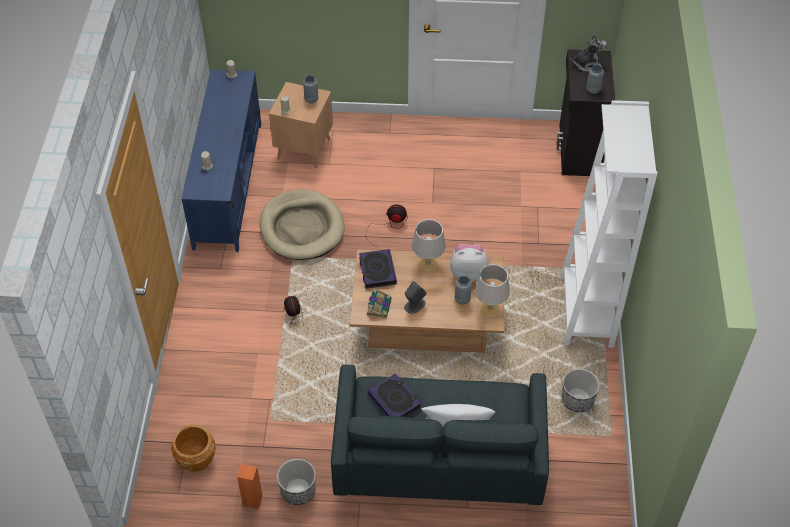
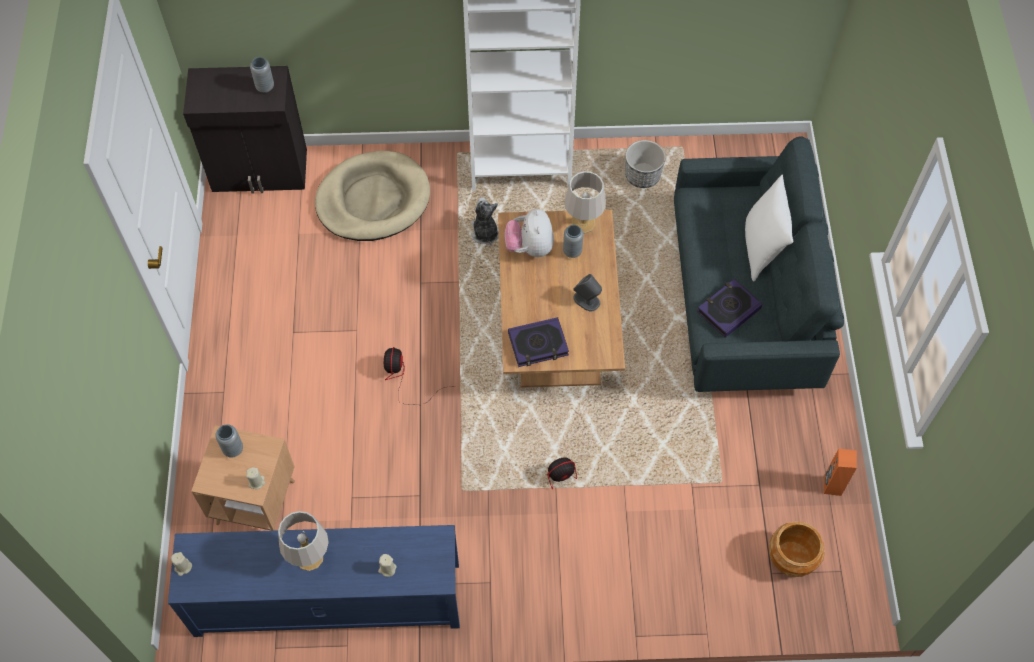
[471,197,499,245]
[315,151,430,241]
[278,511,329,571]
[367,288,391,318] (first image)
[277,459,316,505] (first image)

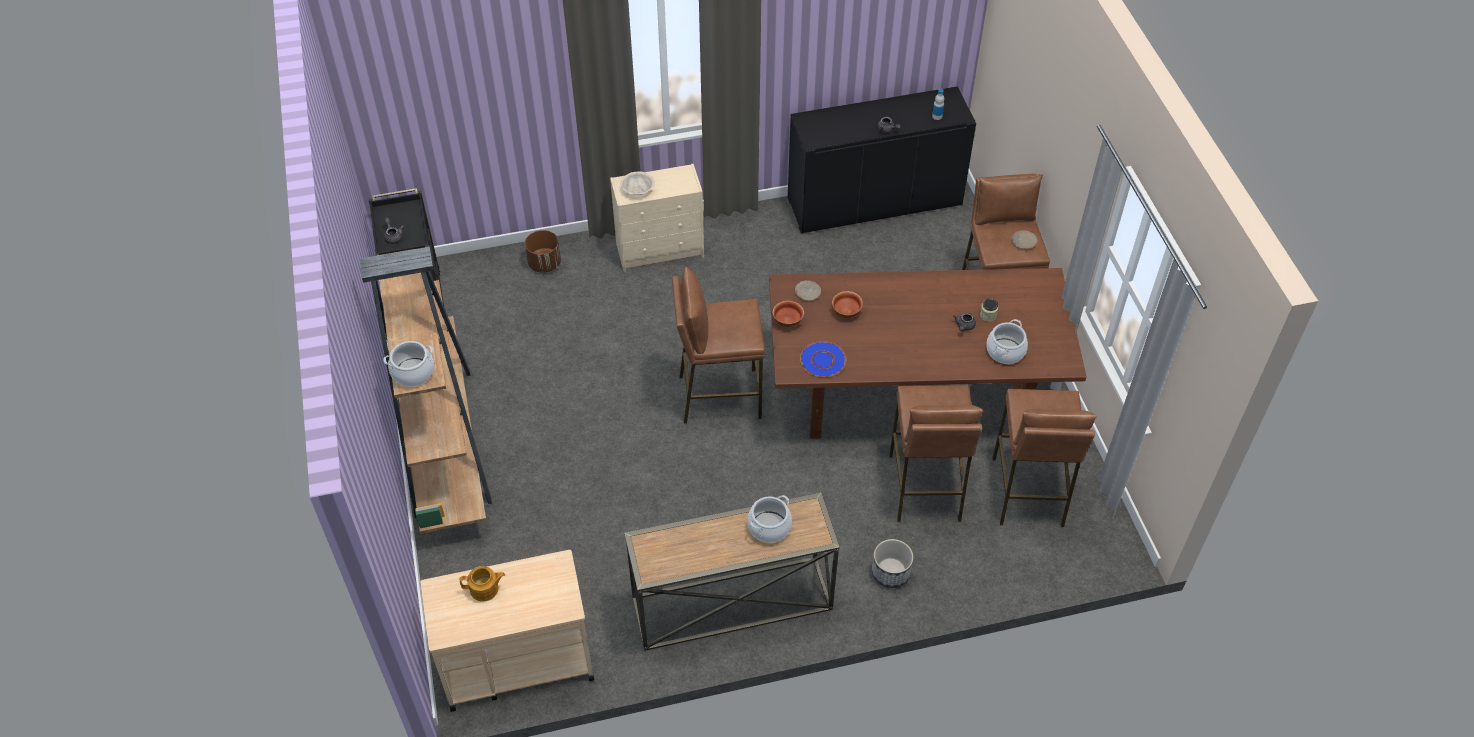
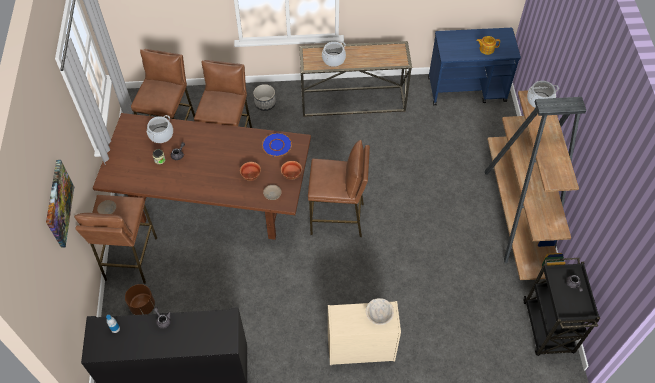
[125,284,155,315]
[428,28,521,105]
[46,160,74,248]

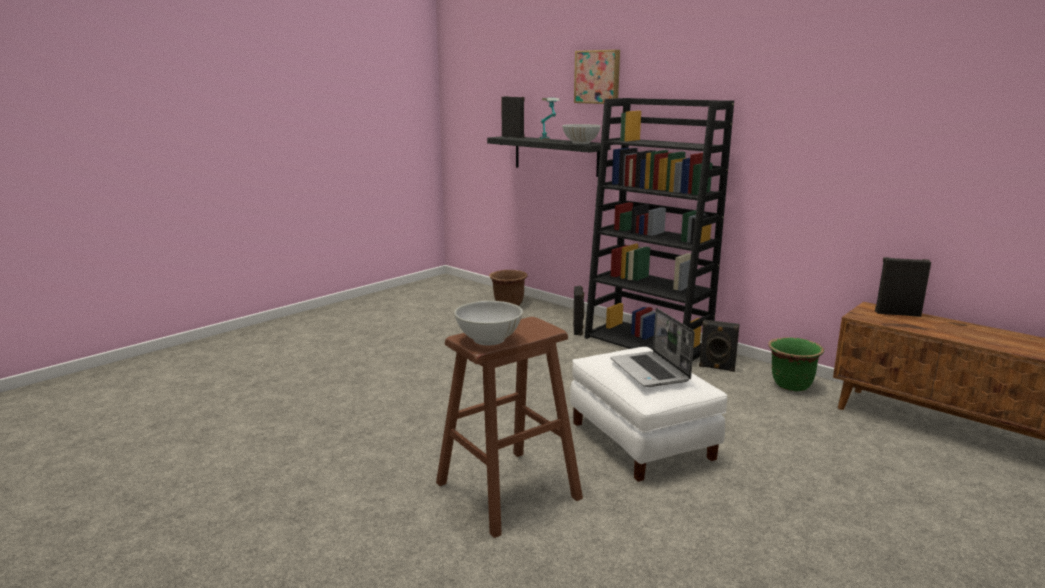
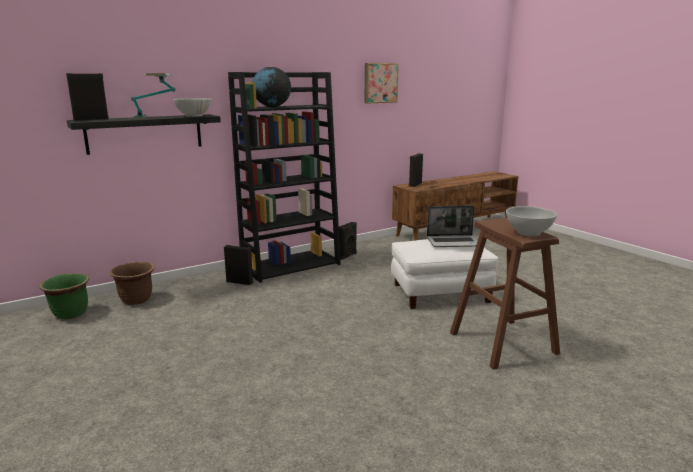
[364,63,399,104]
[39,273,89,319]
[252,67,291,107]

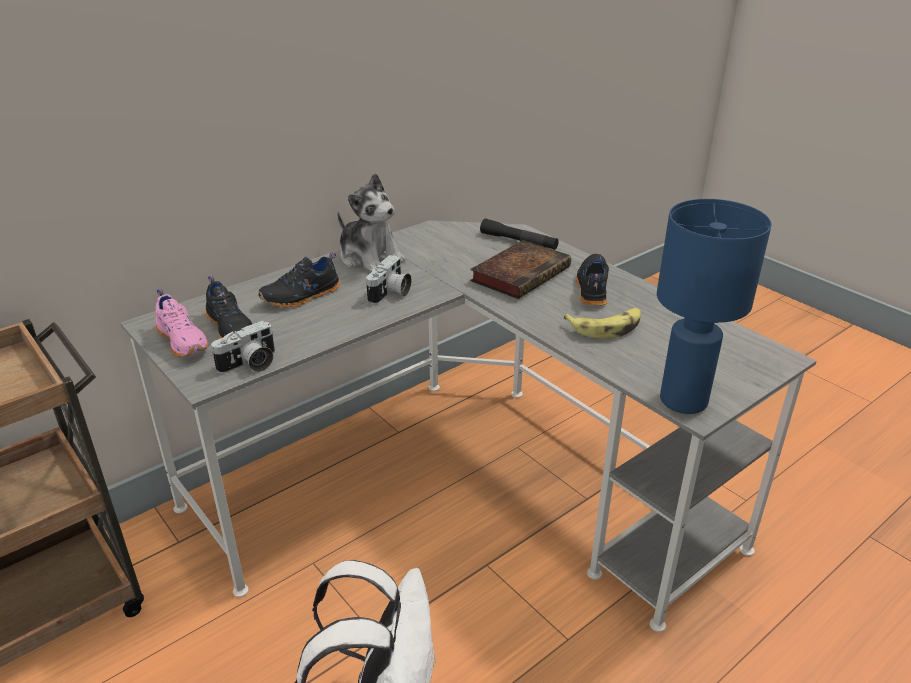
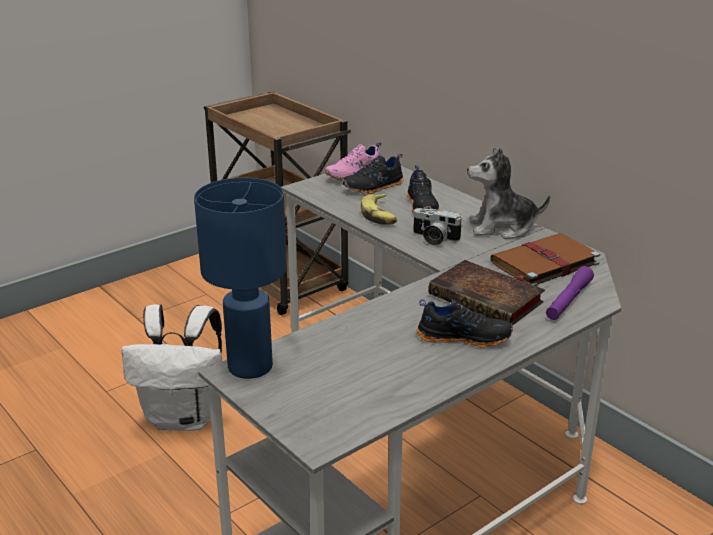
[467,148,550,239]
[546,266,594,320]
[407,165,439,213]
[361,194,397,225]
[211,320,275,374] (first image)
[490,234,600,286]

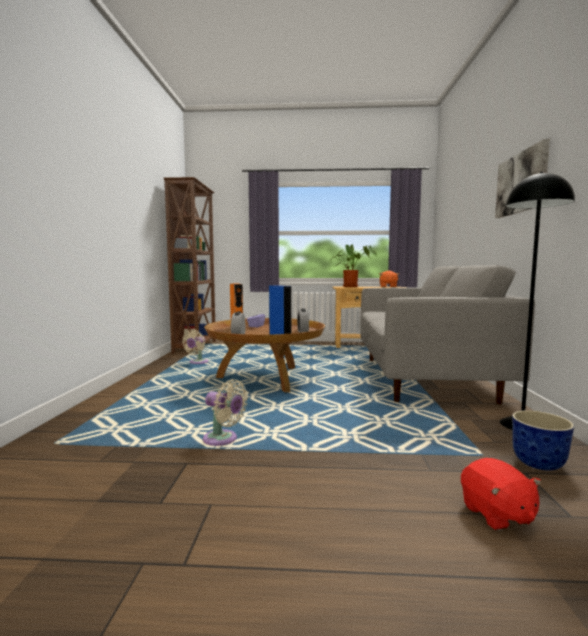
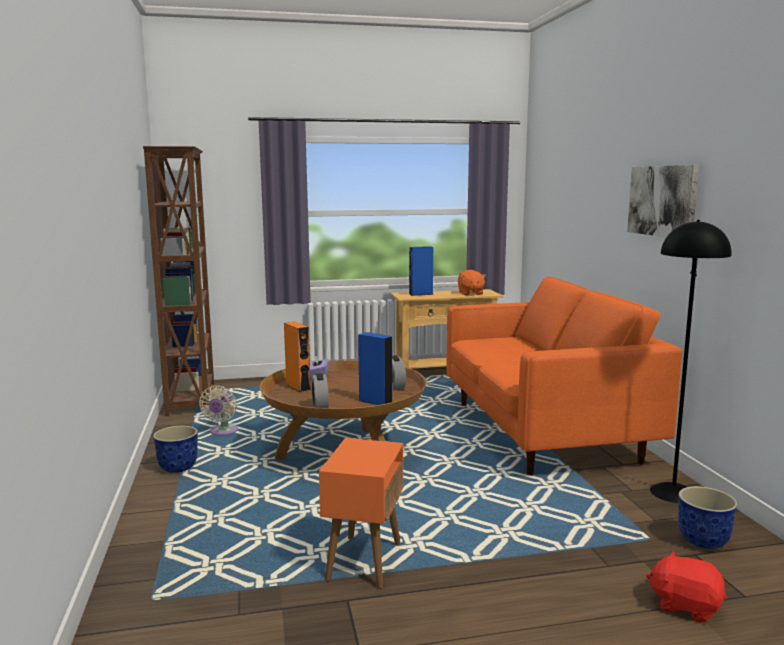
[409,246,433,296]
[446,277,682,475]
[319,438,404,588]
[646,550,727,623]
[153,426,198,473]

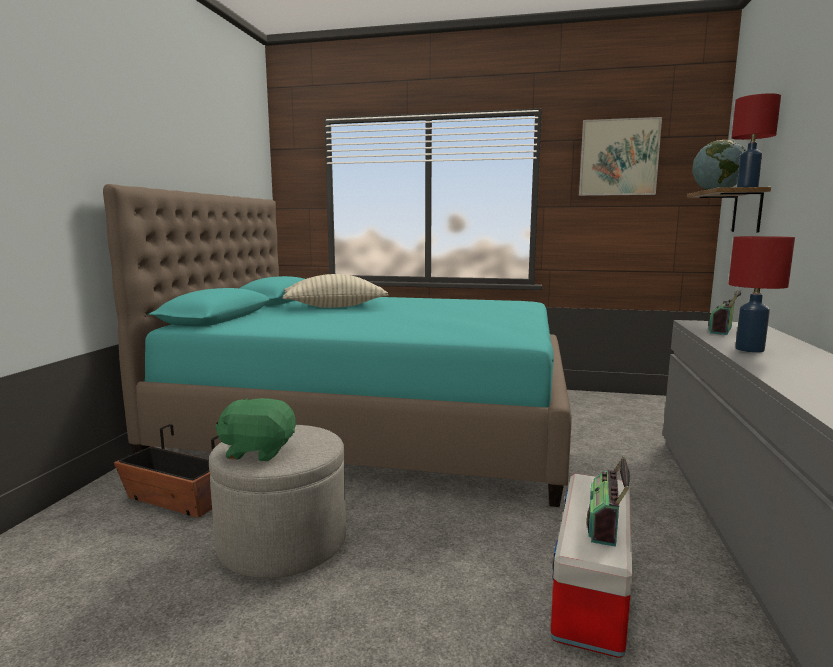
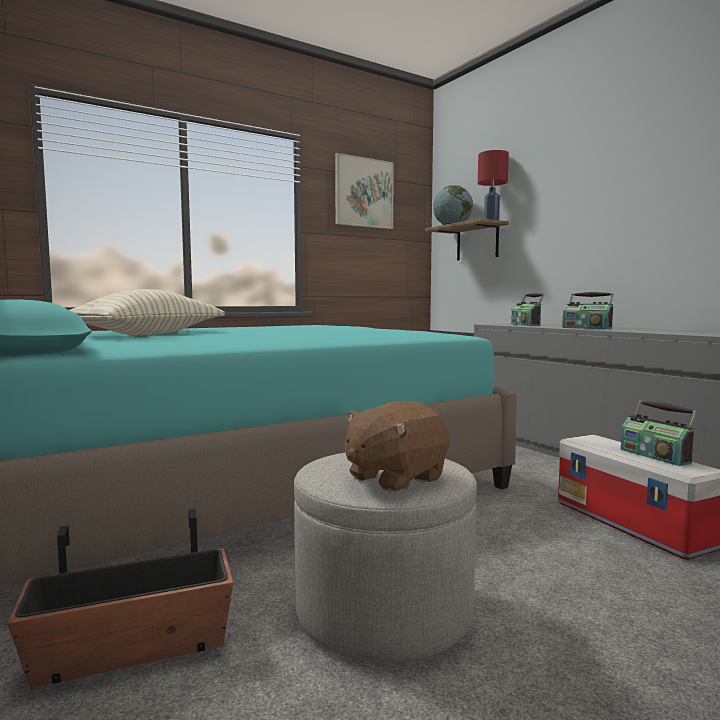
[562,292,614,329]
[345,401,450,492]

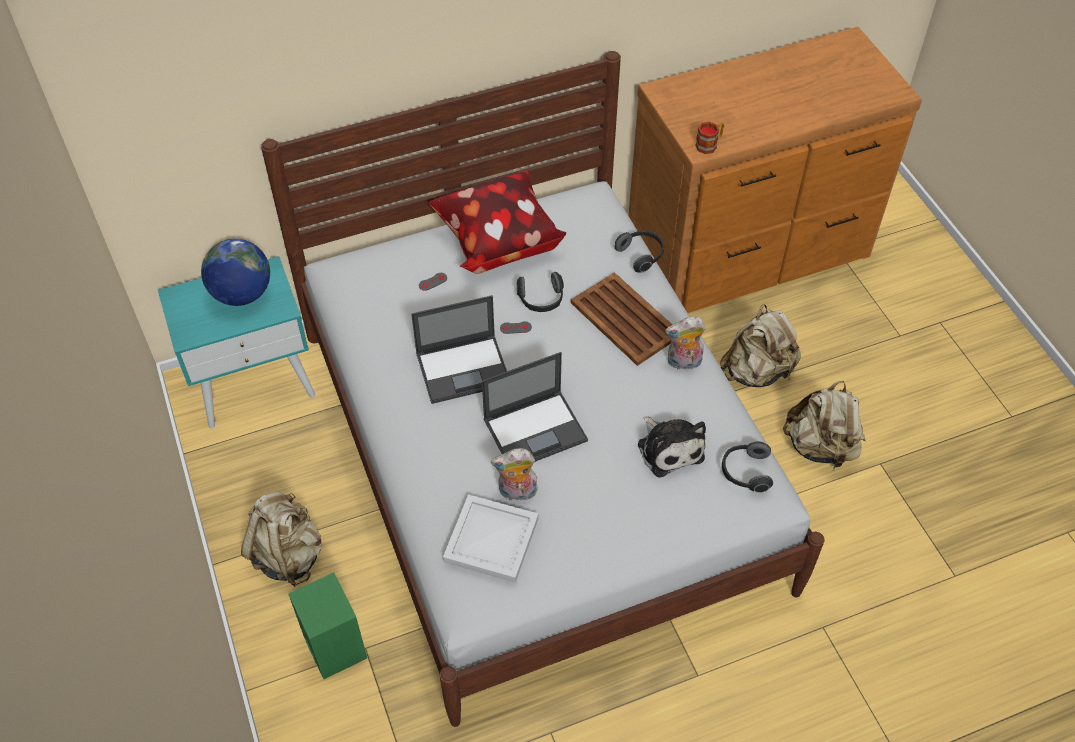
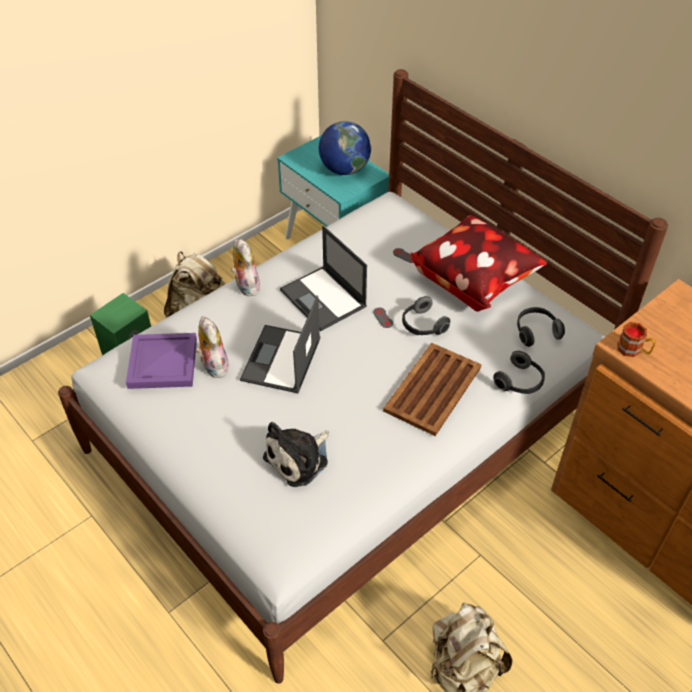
[720,304,801,387] (first image)
[231,239,260,296]
[240,295,320,393]
[517,307,565,347]
[126,333,197,389]

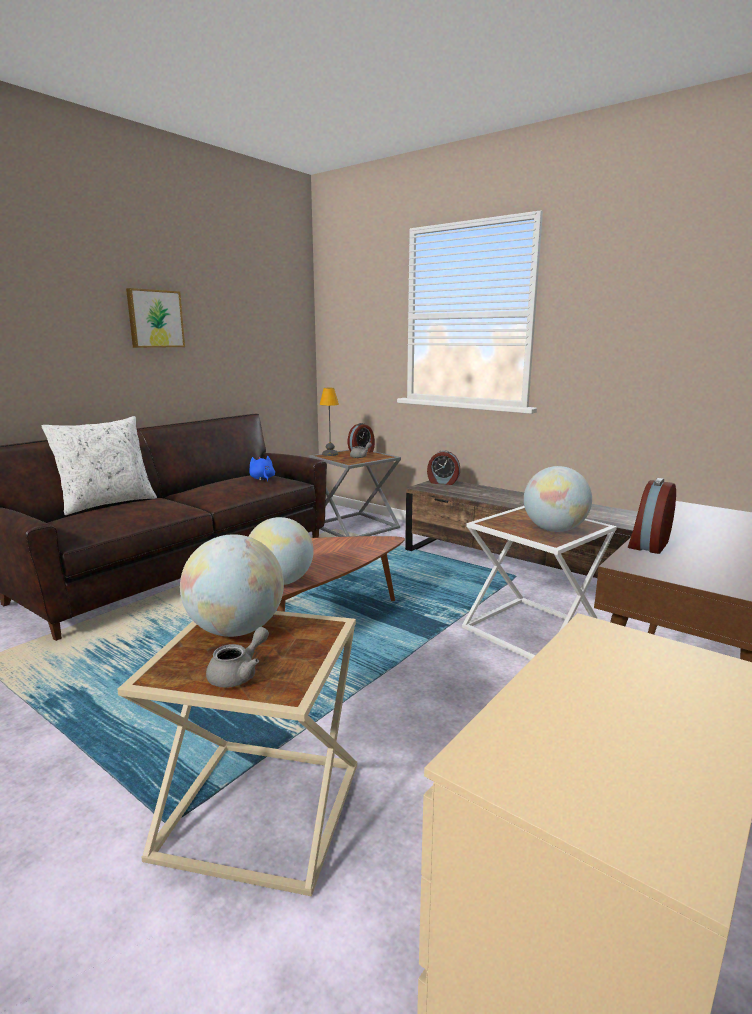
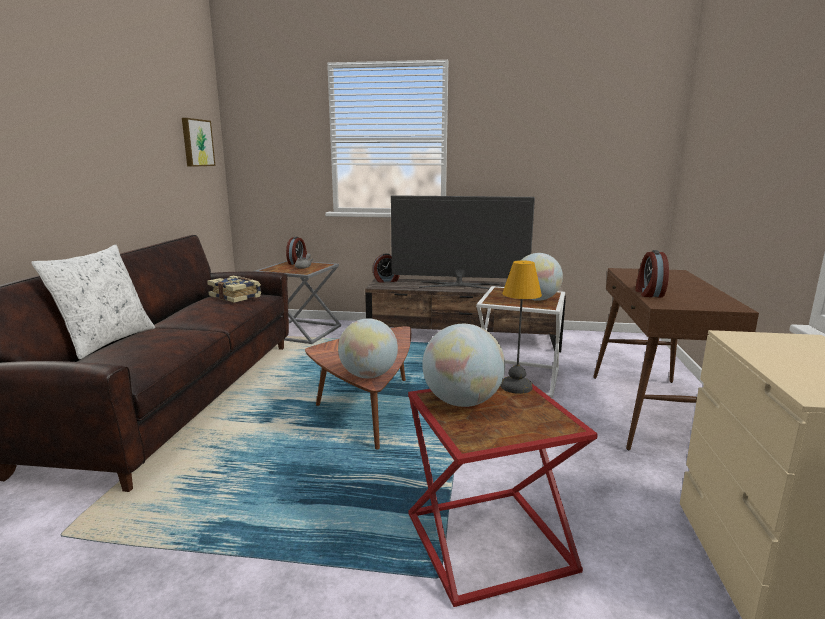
[182,118,215,167]
[501,260,542,394]
[207,276,261,303]
[408,384,598,607]
[206,627,269,688] (first image)
[391,195,535,289]

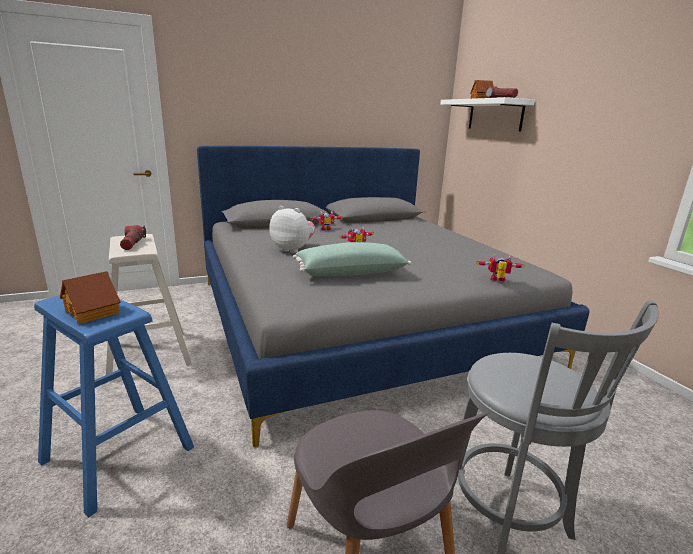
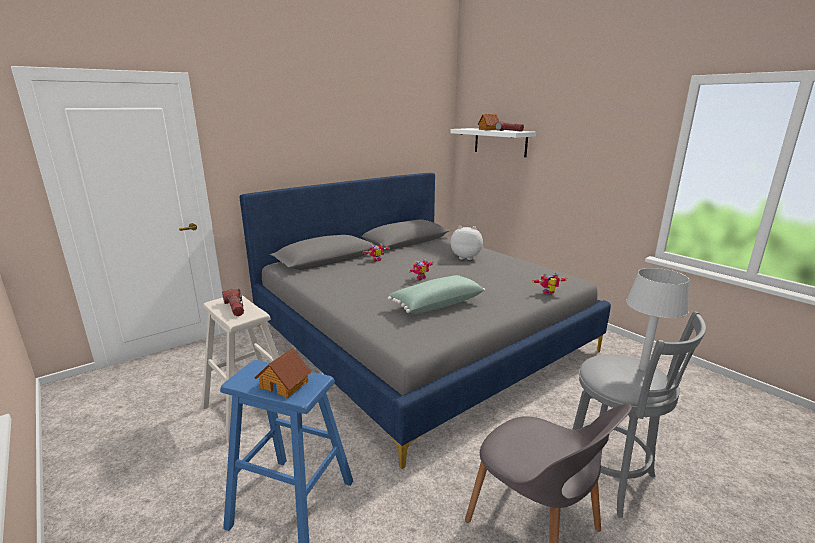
[450,226,483,260]
[626,268,689,371]

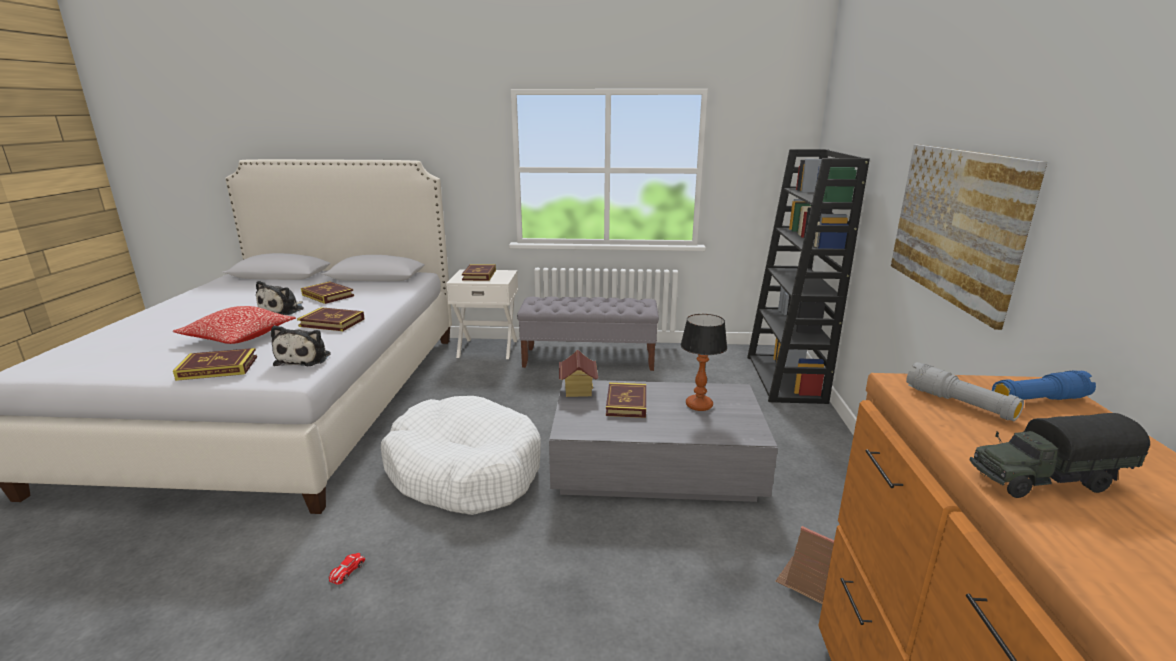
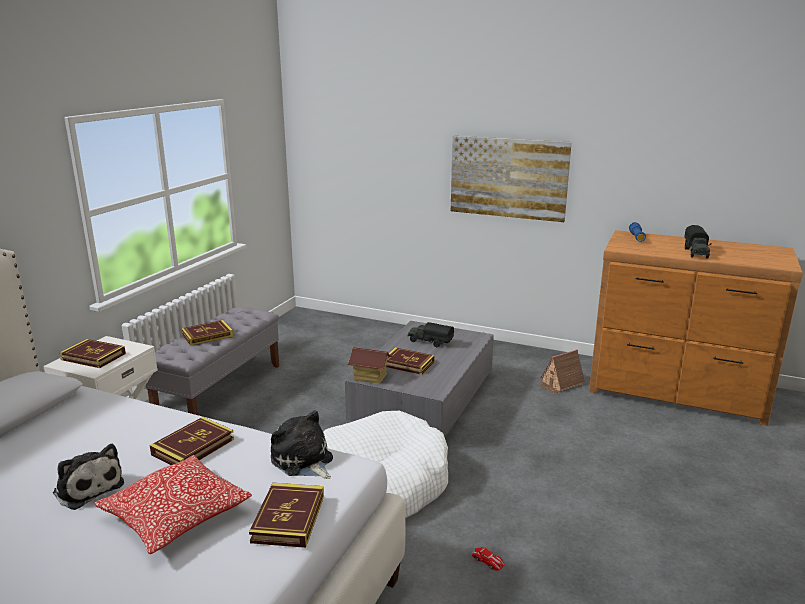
[747,149,870,404] (first image)
[181,320,233,346]
[407,322,454,347]
[271,411,333,479]
[906,362,1024,421] (first image)

